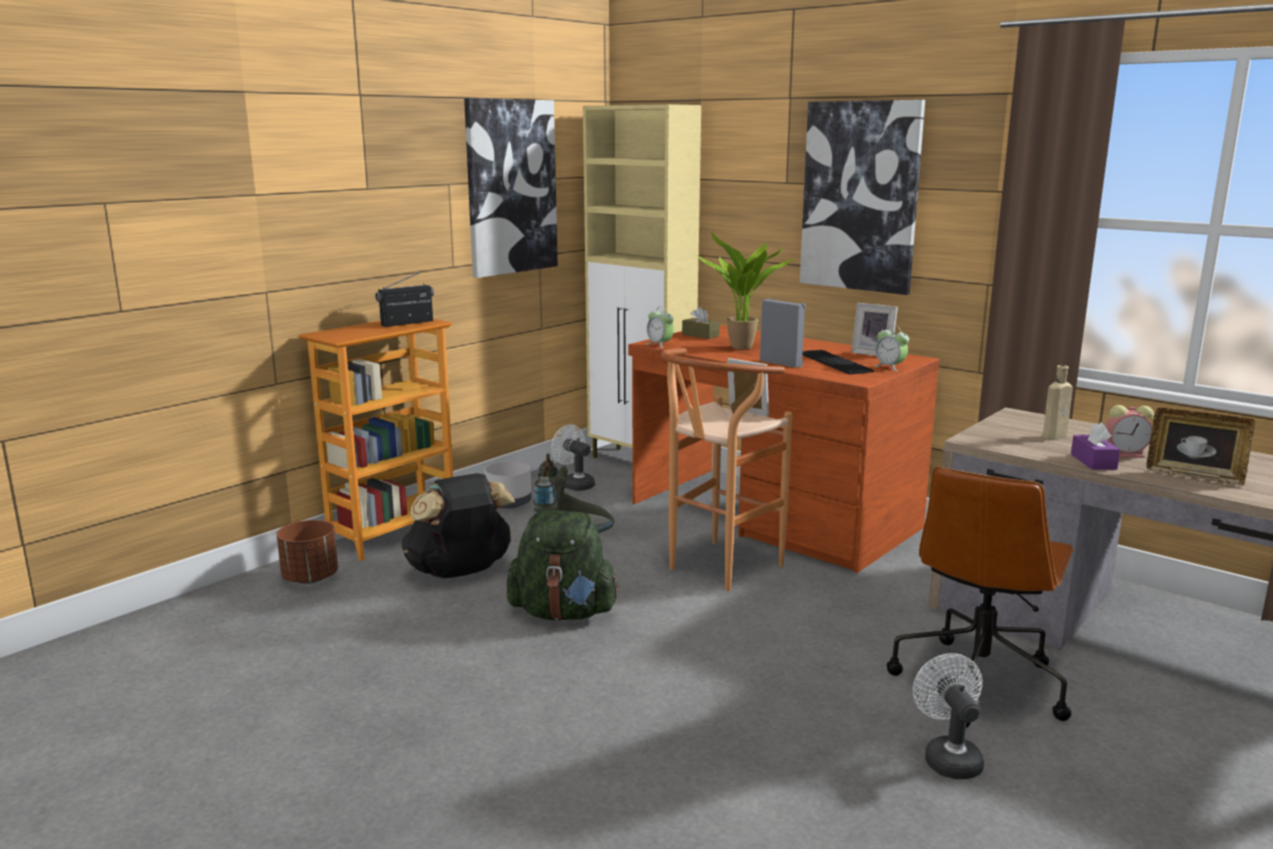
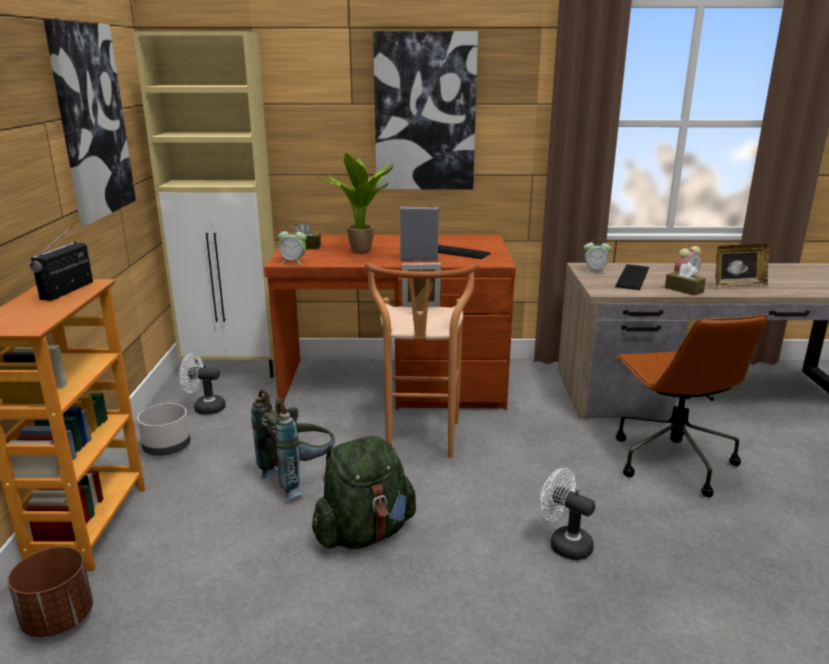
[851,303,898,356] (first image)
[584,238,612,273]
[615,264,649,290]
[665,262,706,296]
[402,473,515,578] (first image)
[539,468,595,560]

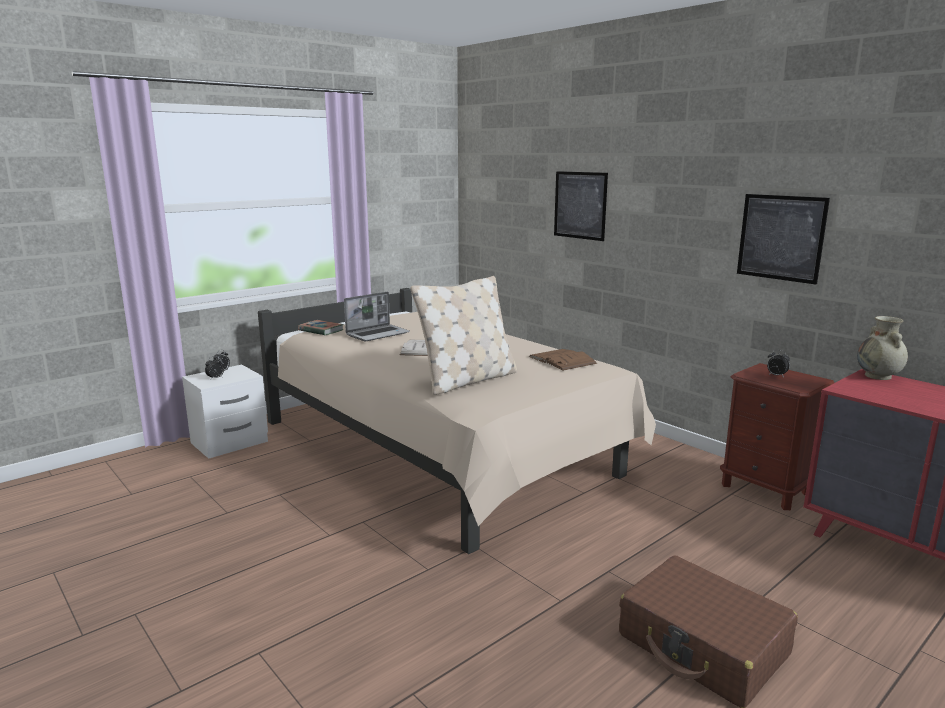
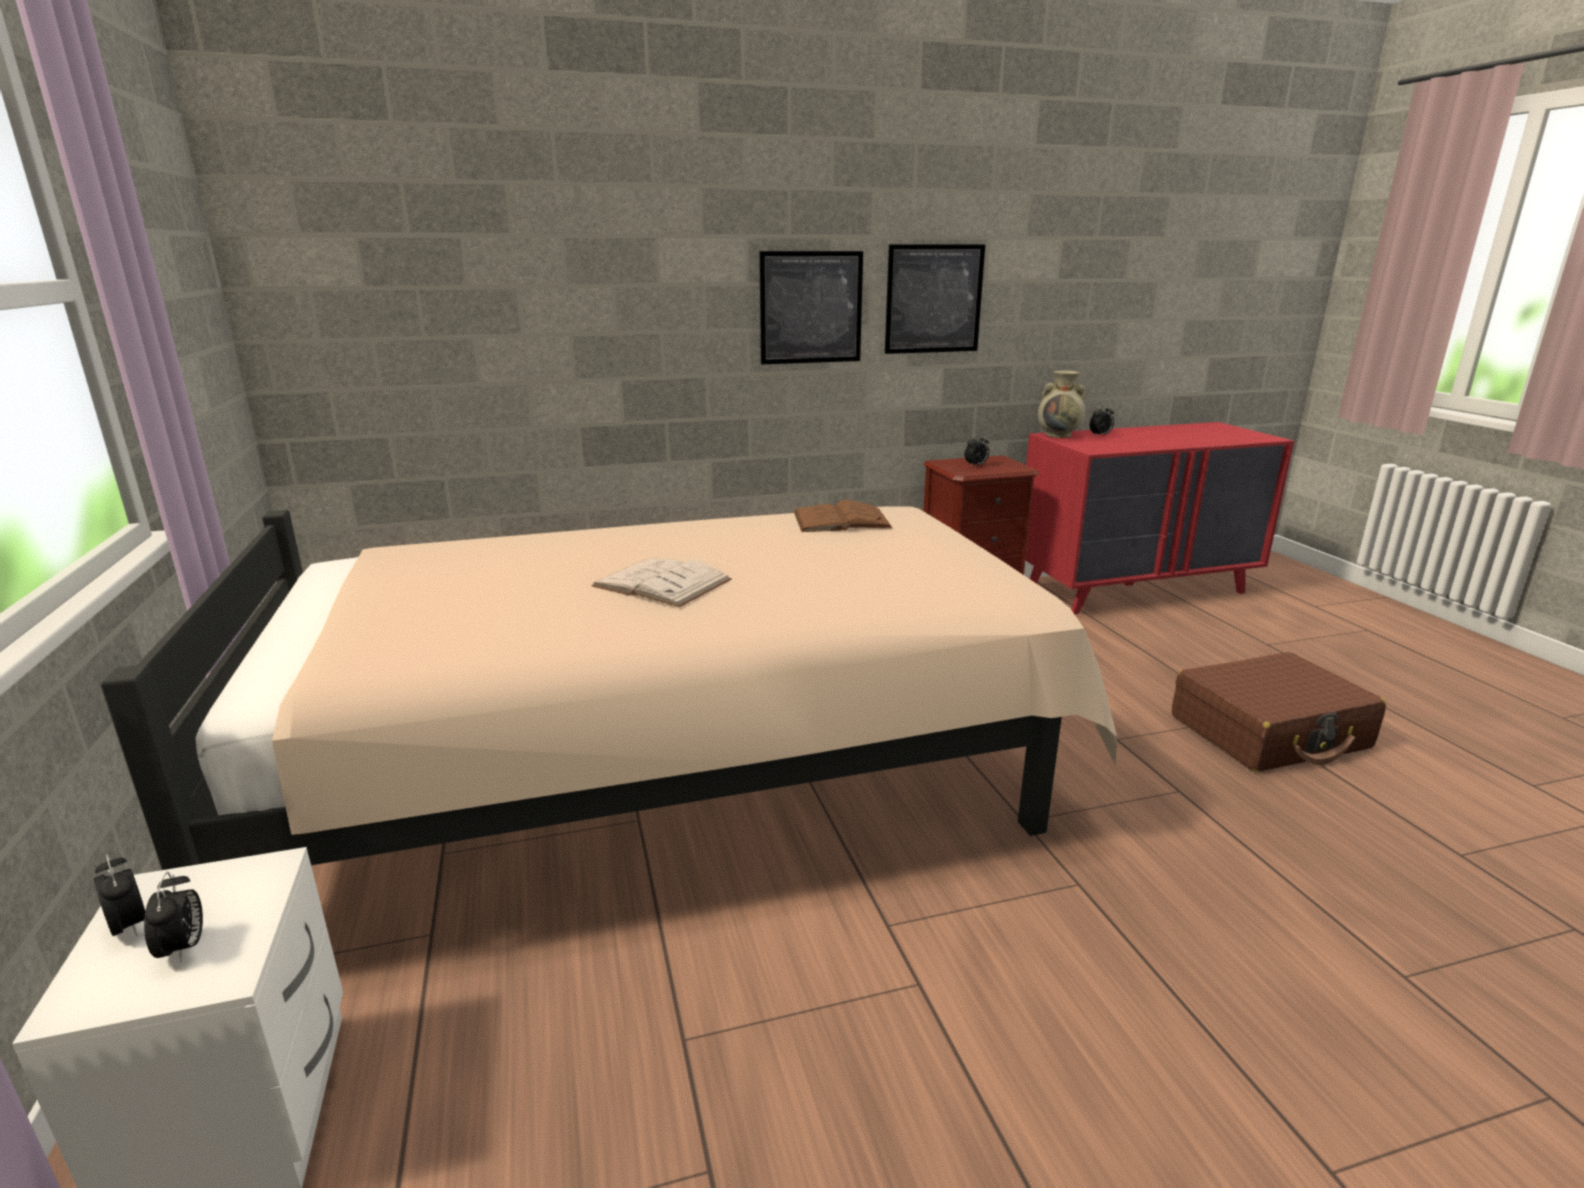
[759,251,863,364]
[411,276,517,395] (first image)
[344,292,410,341] (first image)
[298,320,344,335] (first image)
[1089,404,1114,436]

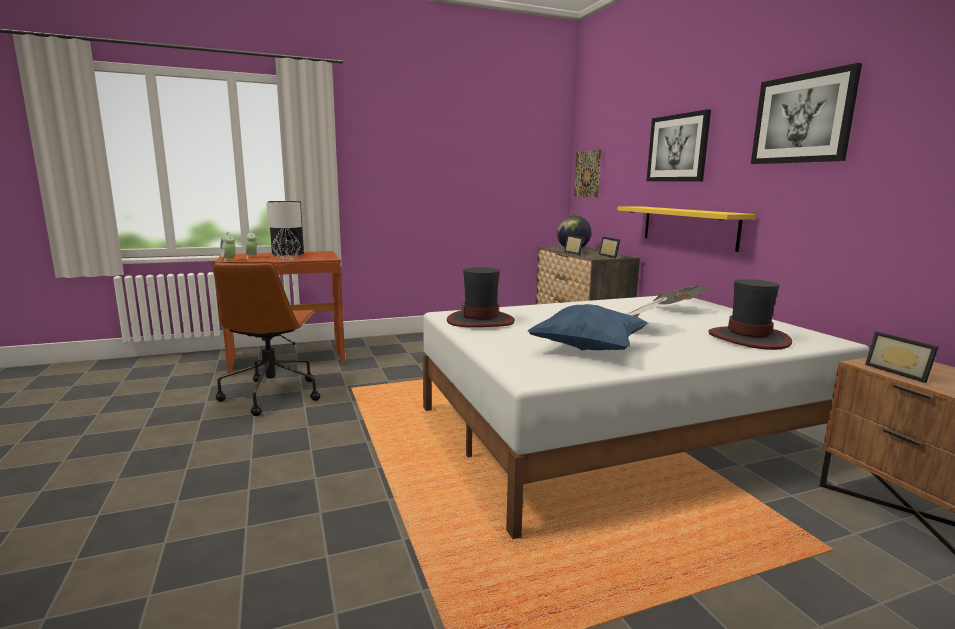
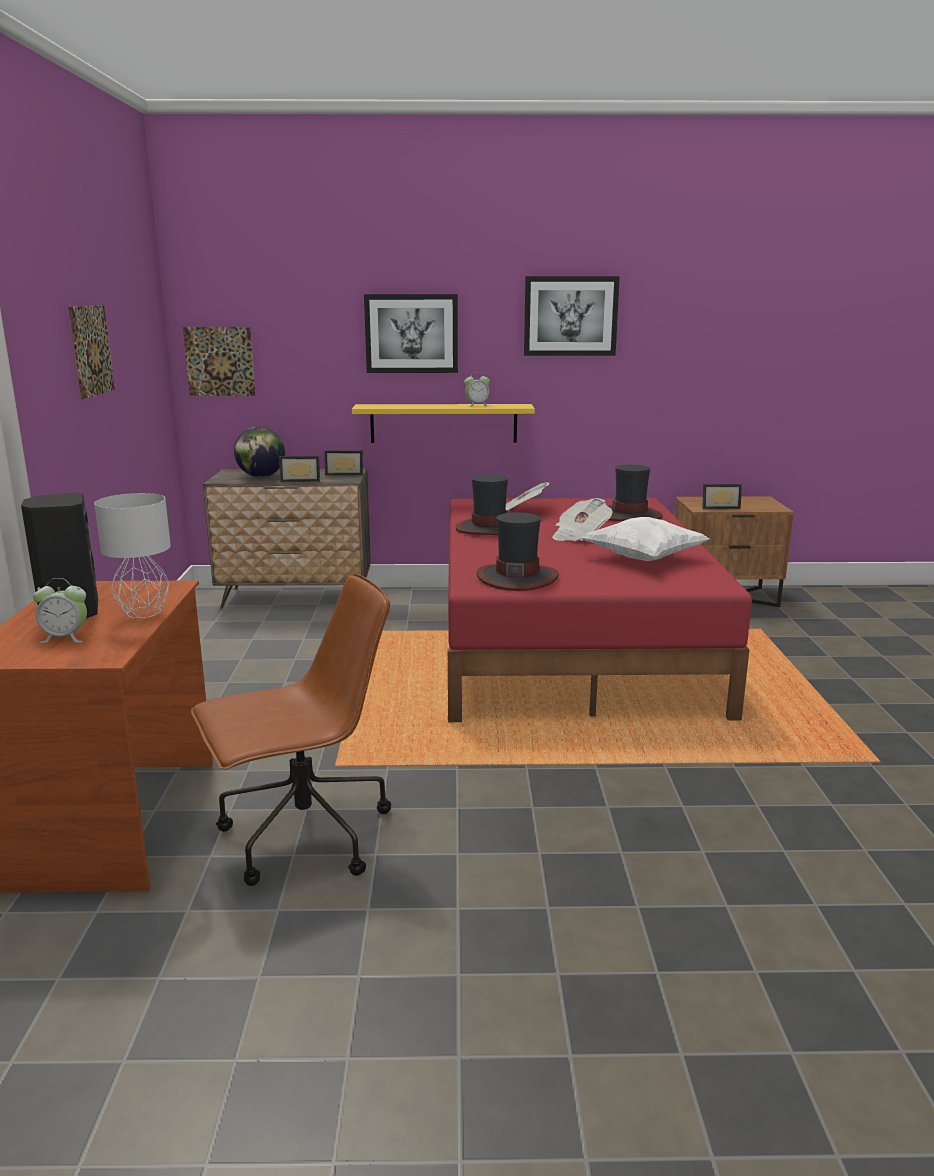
[464,372,490,407]
[191,573,391,886]
[448,498,752,722]
[581,517,709,561]
[68,305,115,399]
[456,475,508,535]

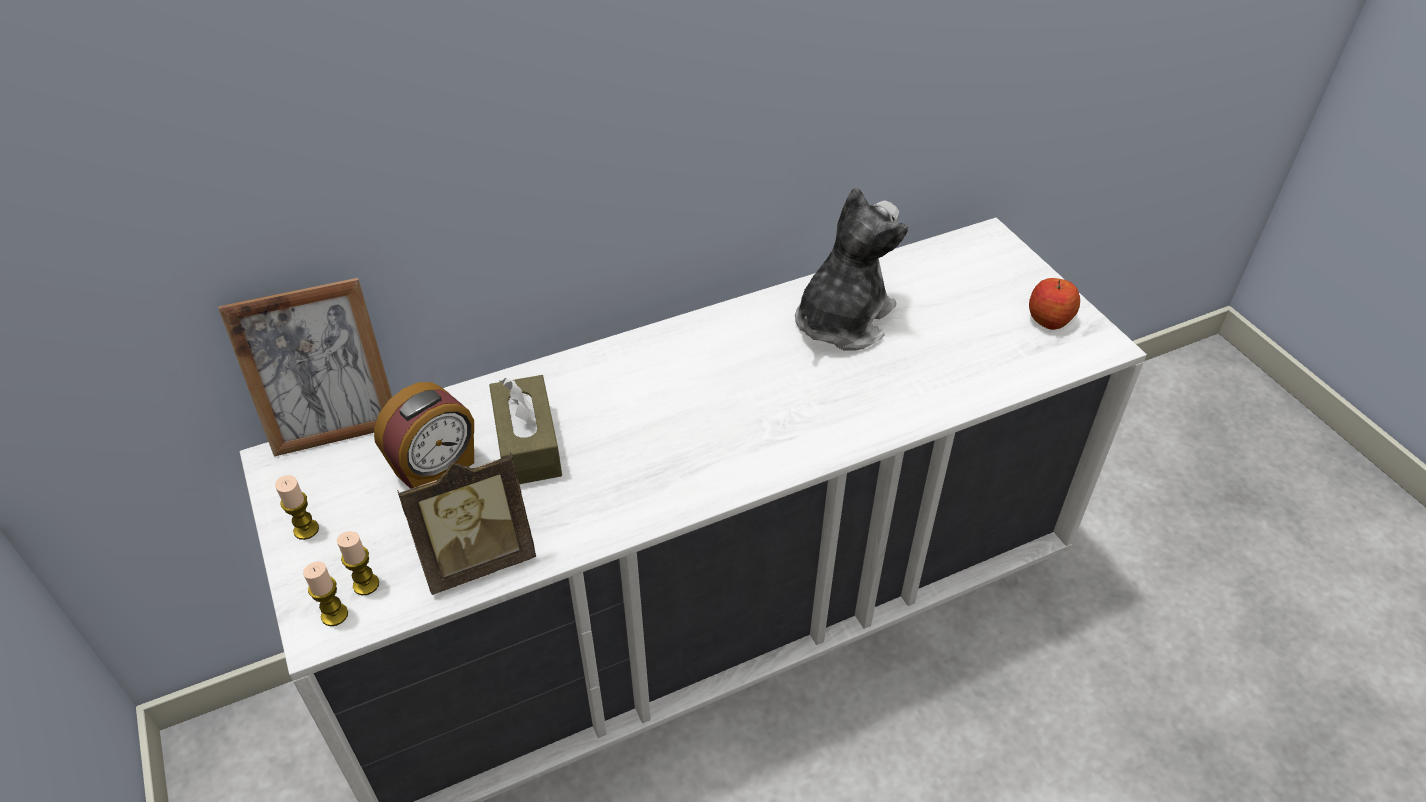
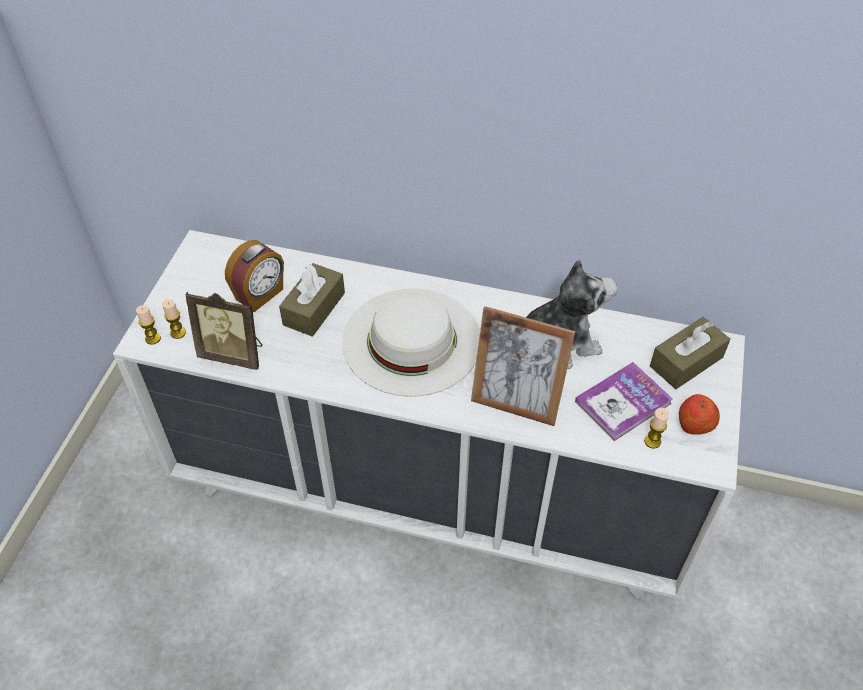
[471,306,575,426]
[225,240,284,312]
[644,408,669,448]
[342,289,480,396]
[650,317,730,389]
[575,362,673,441]

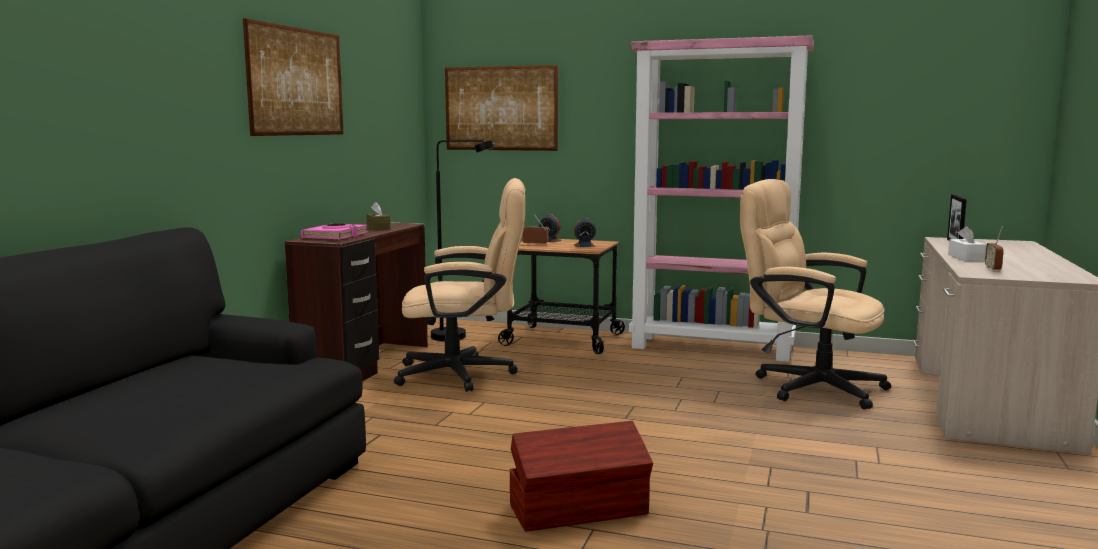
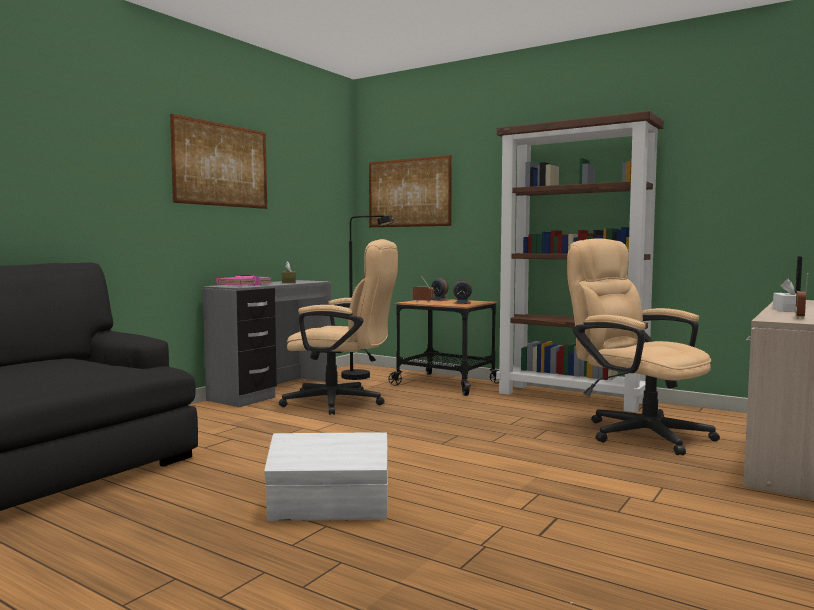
[496,111,664,412]
[203,280,331,408]
[264,432,388,521]

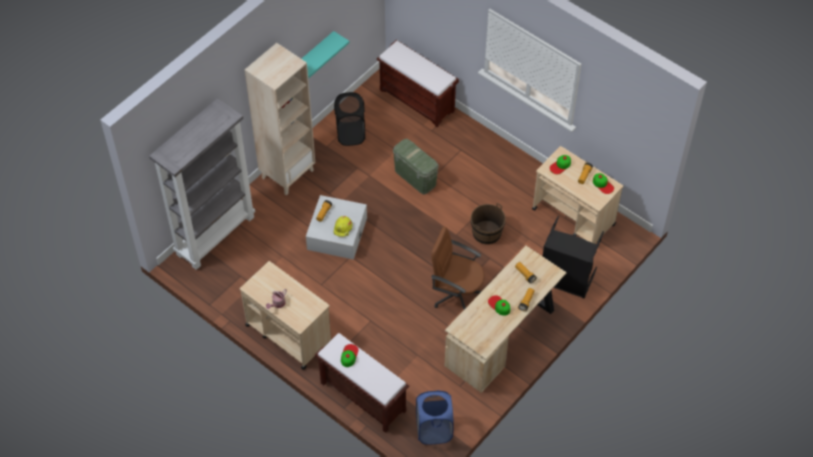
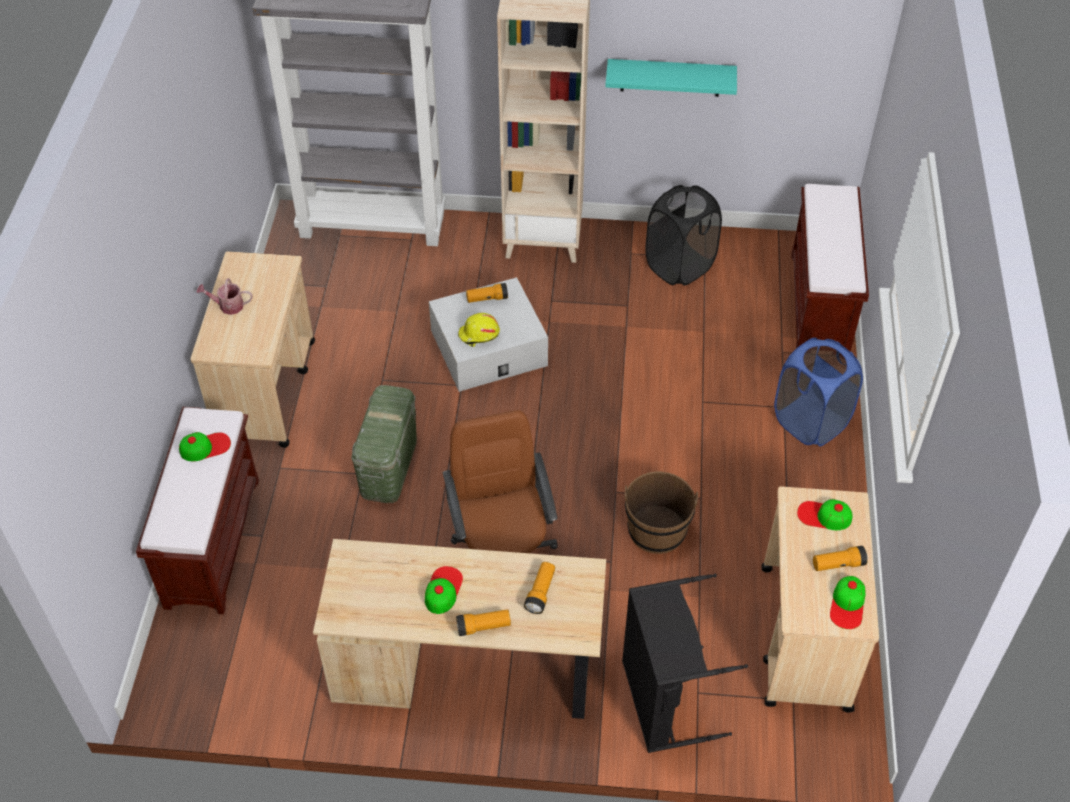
[351,385,417,503]
[774,337,863,447]

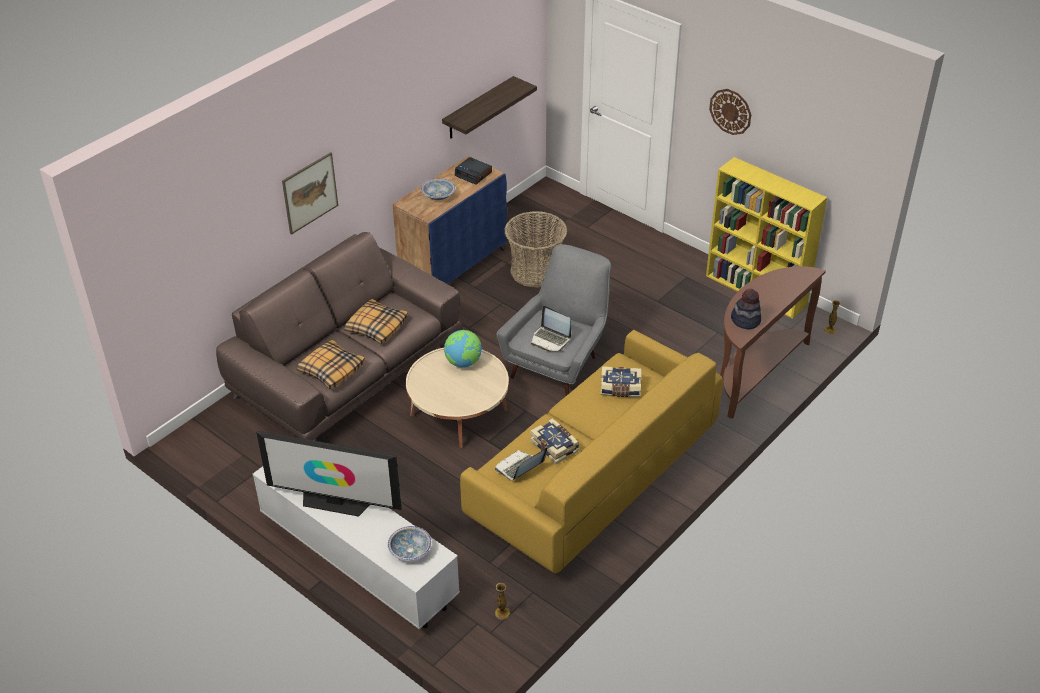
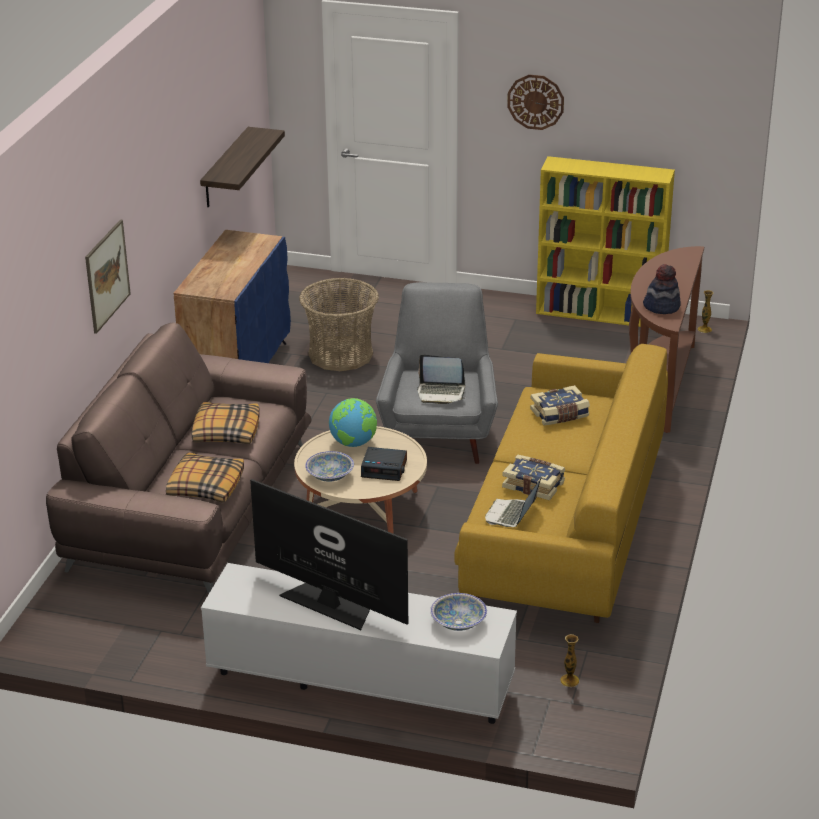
[361,447,407,481]
[305,451,354,482]
[250,479,408,630]

